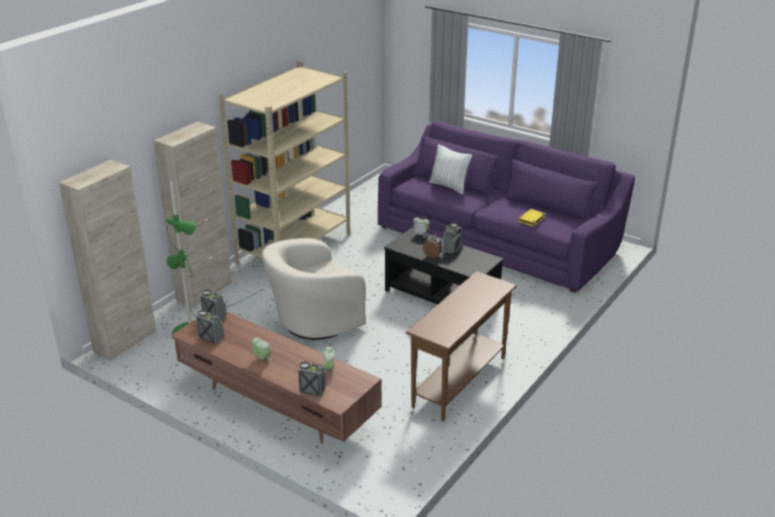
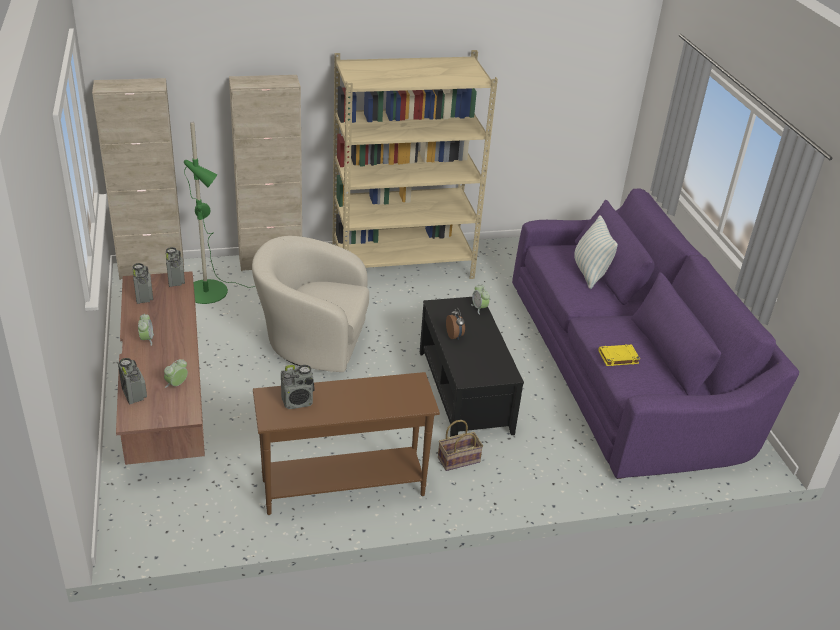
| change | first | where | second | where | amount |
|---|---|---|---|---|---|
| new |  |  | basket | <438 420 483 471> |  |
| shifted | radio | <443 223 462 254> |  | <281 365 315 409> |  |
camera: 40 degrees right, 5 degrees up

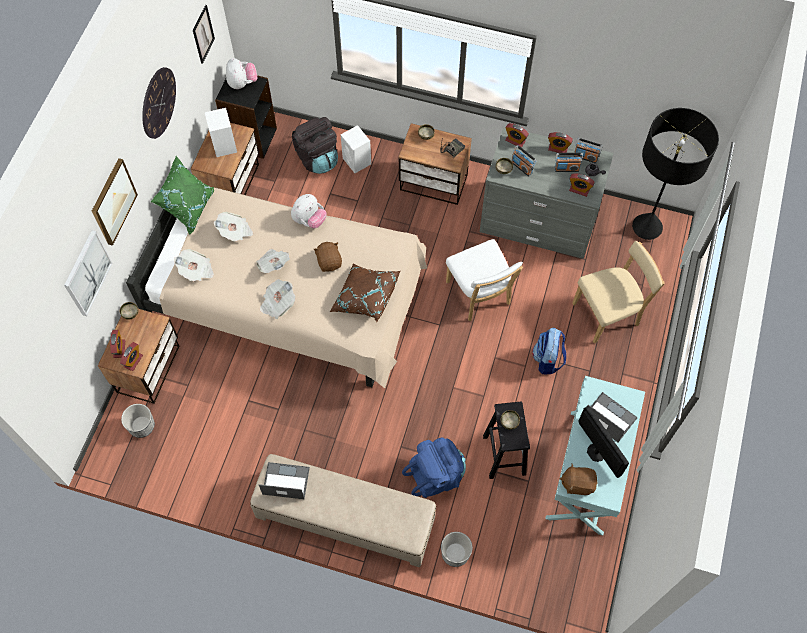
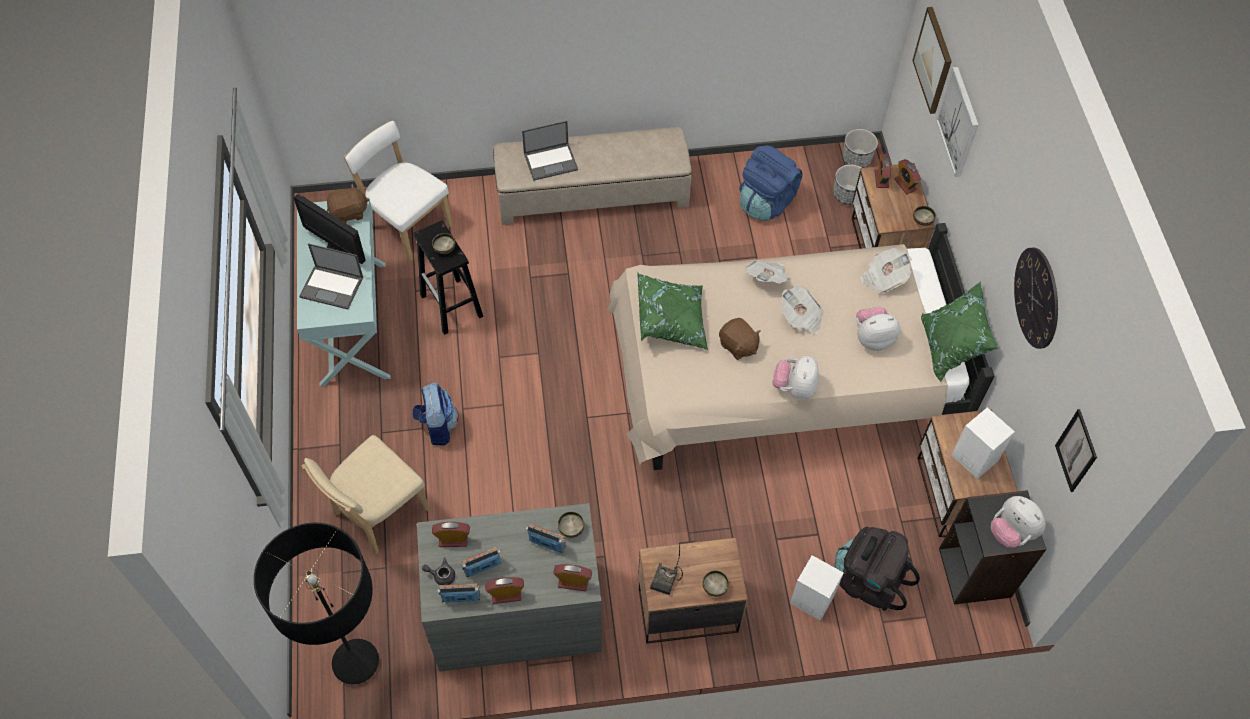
| change | first | where | second | where | amount |
|---|---|---|---|---|---|
| shifted | picture | <92 158 138 246> |  | <912 7 952 114> |  |
| shifted | laptop | <259 462 310 499> |  | <522 121 578 181> |  |
| shifted | blue backpack | <402 437 466 498> |  | <739 145 802 221> |  |
| shifted | planter | <441 532 473 567> |  | <843 129 878 168> |  |
| shifted | white chair | <446 239 523 321> |  | <344 121 453 261> |  |
| swapped | newspaper | <214 212 253 242> | plush toy | <856 306 900 351> |  |
| repainted | brown pillow | <330 263 401 322> | green pillow | <637 272 708 350> |  |
camera: 155 degrees right, 5 degrees down

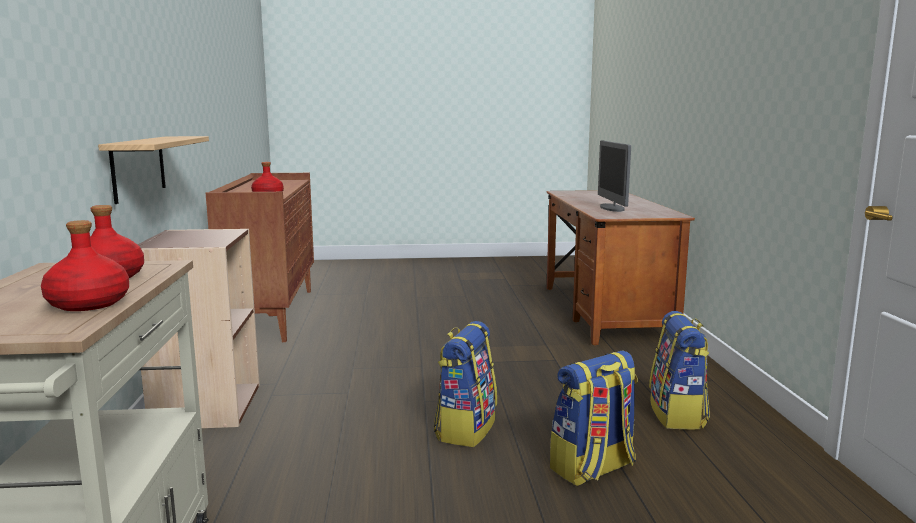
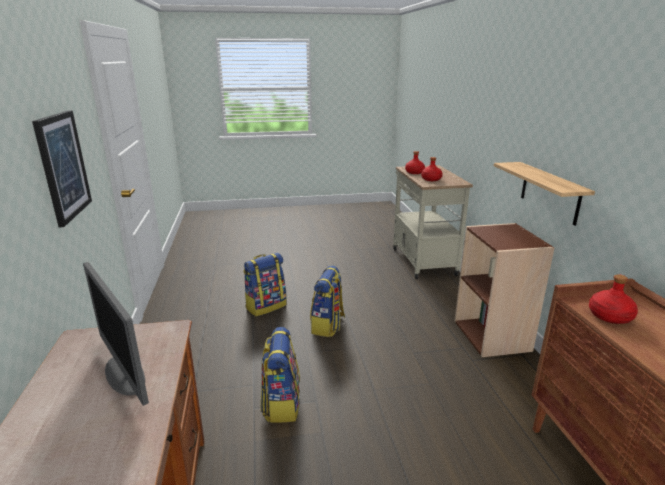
| change | first | where | second | where | amount |
|---|---|---|---|---|---|
| new |  |  | picture | <32 110 92 227> |  |
| shifted | backpack | <649 311 710 429> |  | <261 327 300 423> |  |
| rotated | monitor | <598 141 631 212> |  | <83 262 149 406> | 150 degrees clockwise |
camera: 175 degrees right, 10 degrees up

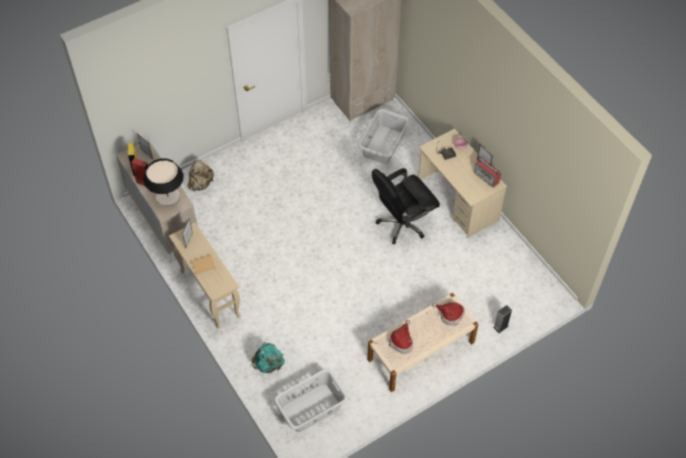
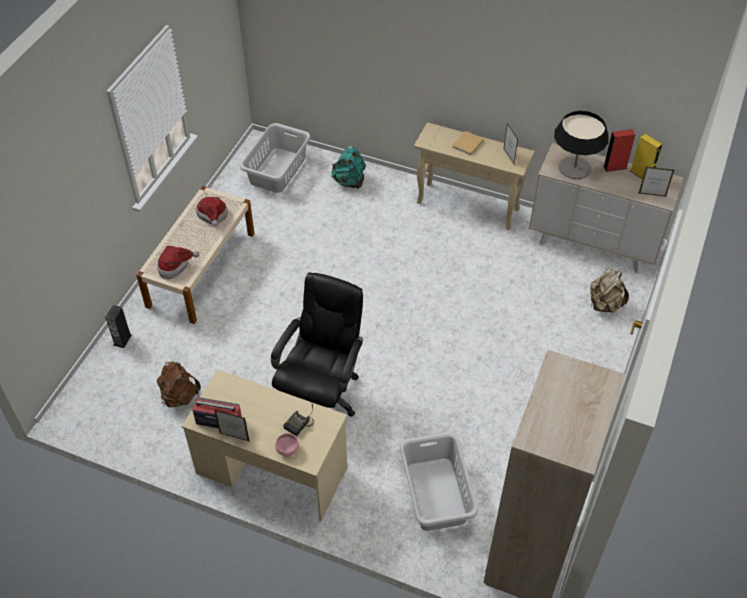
| change | first | where | second | where | amount |
|---|---|---|---|---|---|
| new |  |  | brown backpack | <157 361 201 408> |  |
camera: 145 degrees right, 5 degrees down

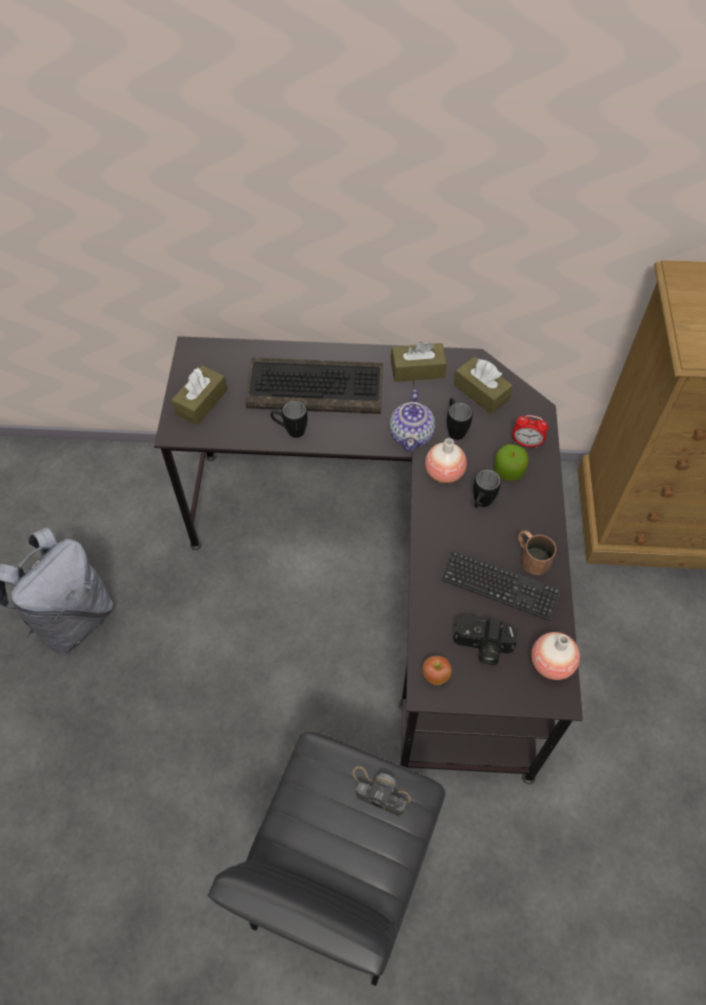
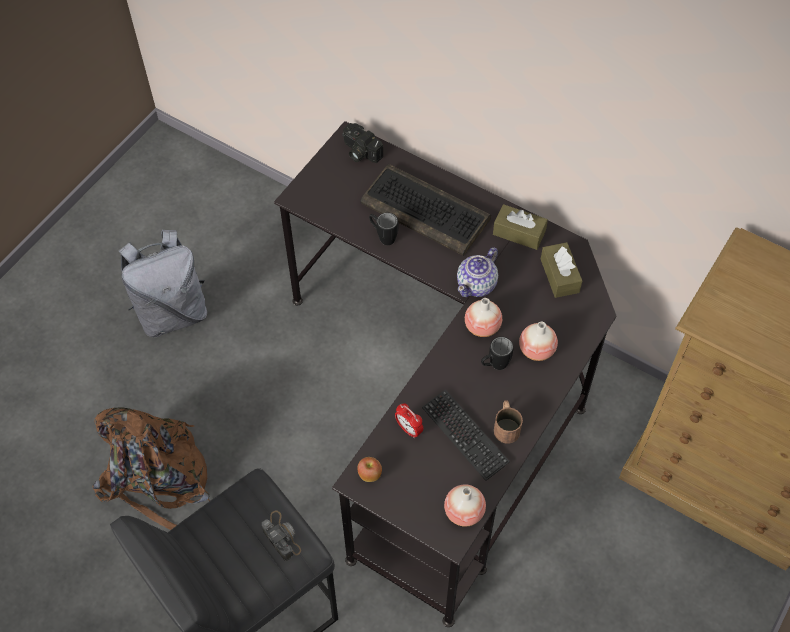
| change | first | where | second | where | amount |
|---|---|---|---|---|---|
| gone | brown tissue box | <171 365 227 425> |  |  |  |
| gone | black mug | <447 398 473 440> |  |  |  |
| new |  |  | brown backpack | <92 407 210 530> |  |
| shifted | photo camera | <453 615 518 665> |  | <342 123 383 163> |  |
| shifted | alarm clock | <512 415 548 448> |  | <395 403 423 438> |  |
| swapped | apple | <494 444 529 481> | vase | <519 321 558 361> |  |
camera: 30 degrees right, 0 degrees up

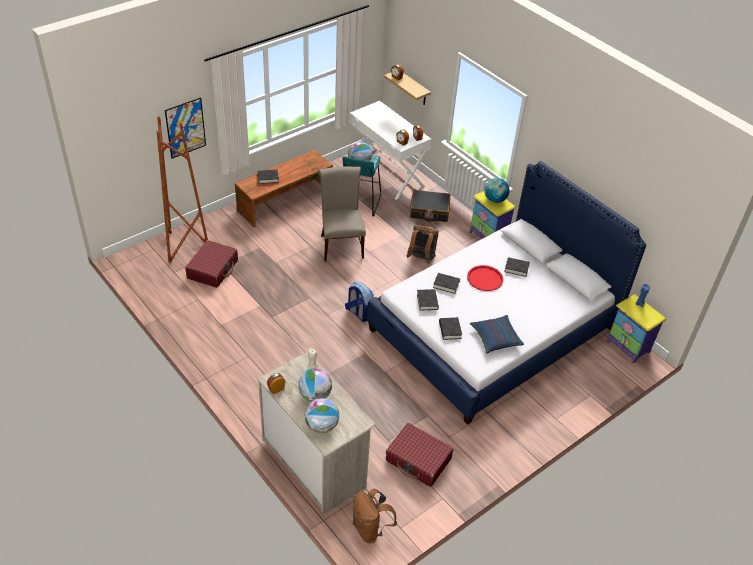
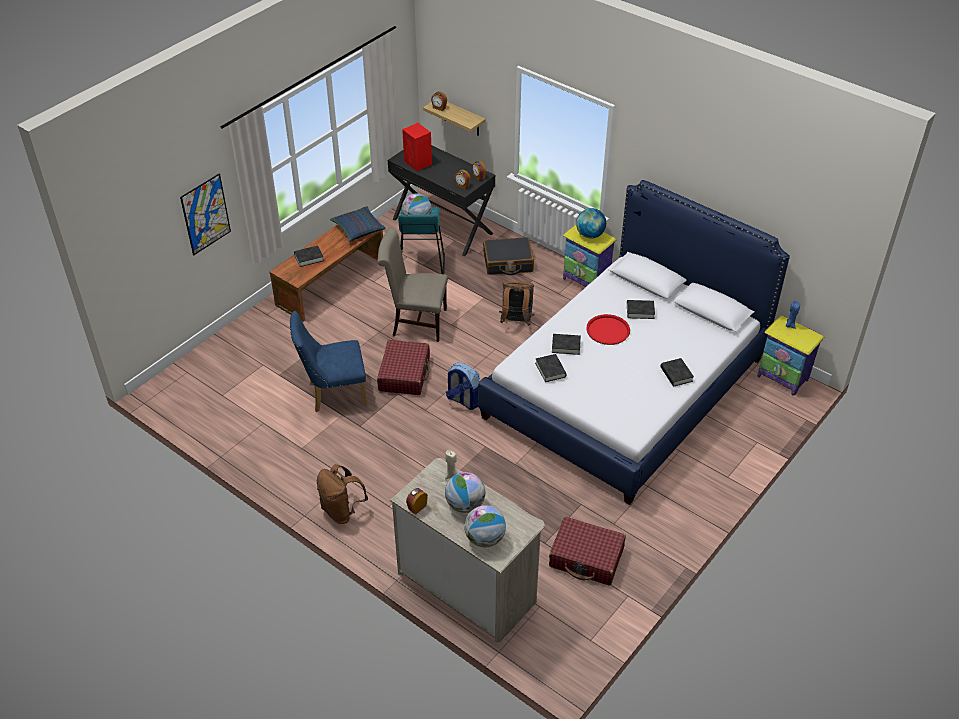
| change | first | where | second | where | amount |
|---|---|---|---|---|---|
| gone | brown clothes rack | <157 116 208 263> |  |  |  |
| new |  |  | blue chair | <290 311 367 412> |  |
| new |  |  | red speaker | <402 123 432 171> |  |
| shifted | red suitcase | <185 240 238 288> |  | <377 340 430 395> |  |
| shifted | brown backpack | <353 489 397 543> |  | <317 464 368 524> |  |
| shifted | black book | <439 317 462 340> |  | <660 358 694 386> |  |
| shifted | blue pillow | <470 315 524 353> |  | <330 206 386 242> |  |
| repainted | white desk | <349 101 431 200> | black desk | <388 145 495 256> |  |
| rotated | beige chair | <318 166 366 262> |  | <377 228 448 342> | 60 degrees counterclockwise |
camera: 10 degrees left, 0 degrees up

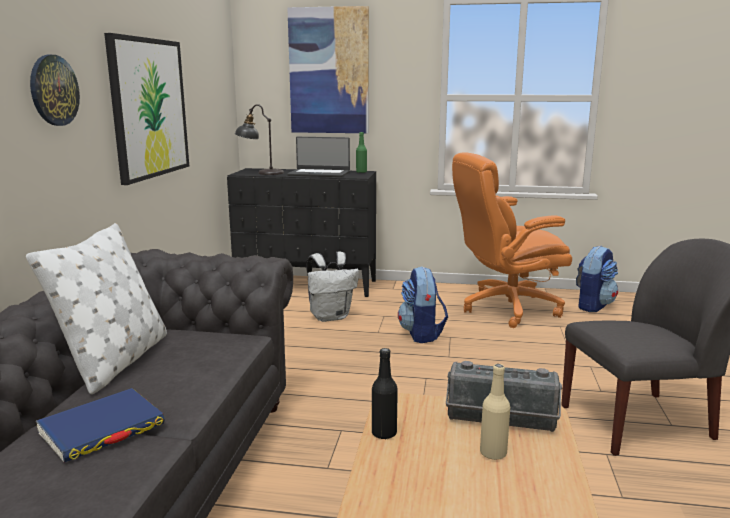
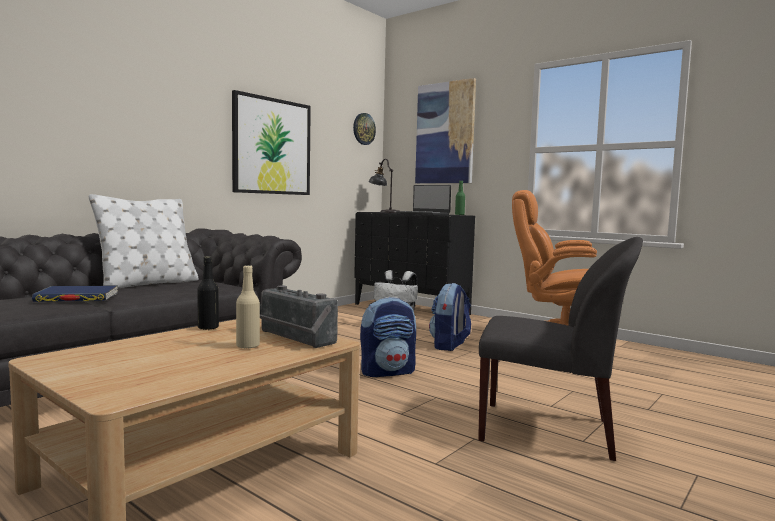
| change | first | where | second | where | amount |
|---|---|---|---|---|---|
| shifted | wall clock | <30 55 80 126> |  | <353 113 376 145> |  |
| shifted | backpack | <576 246 618 312> |  | <360 297 416 377> |  |
camera: 30 degrees right, 10 degrees down

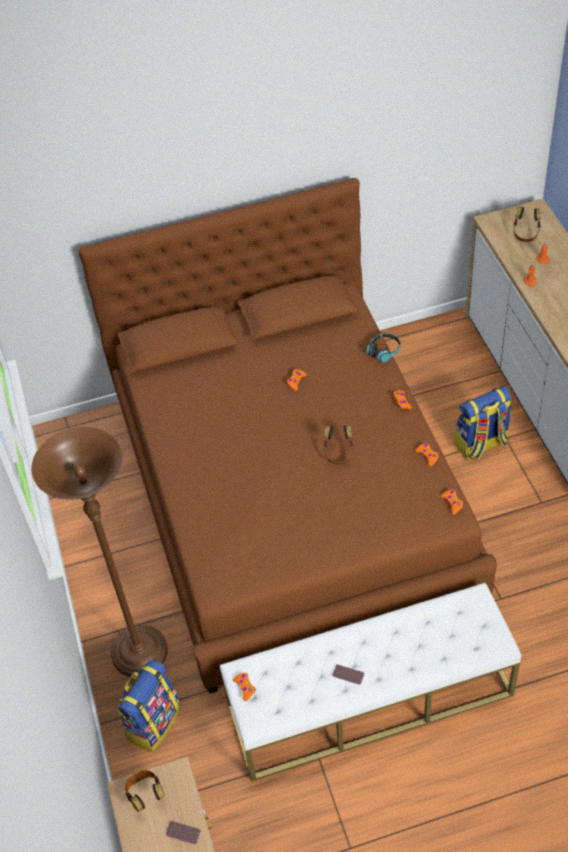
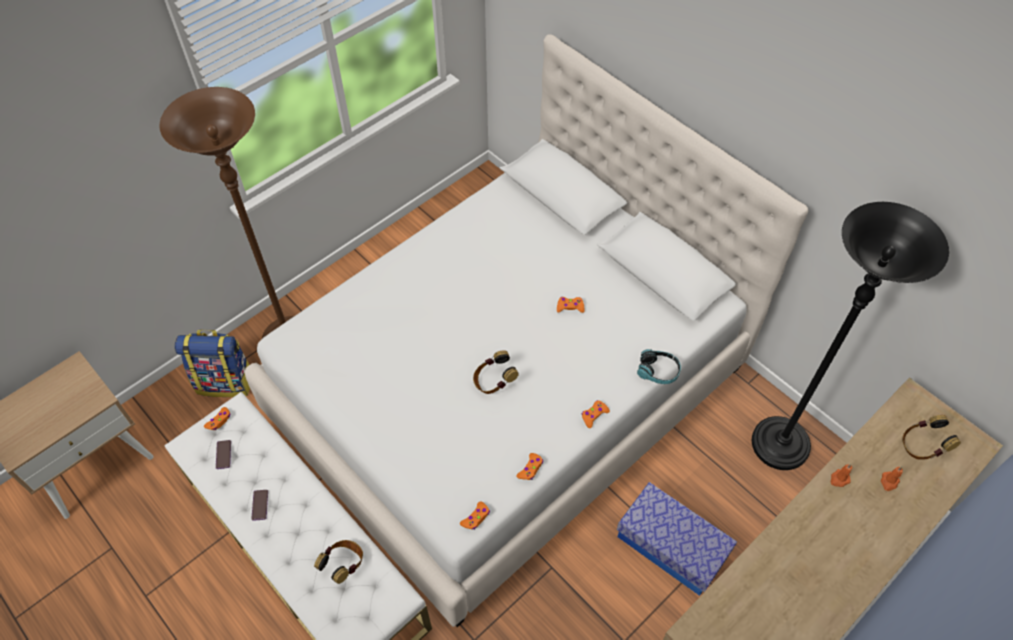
| change | first | where | second | where | amount |
|---|---|---|---|---|---|
| new |  |  | black floor lamp | <752 202 949 470> |  |
| shifted | headphones | <125 770 165 812> |  | <314 540 363 584> |  |
| shifted | phone | <166 821 201 844> |  | <216 440 231 469> |  |
| swapped | backpack | <454 386 512 460> | storage box | <617 482 737 596> |  |
| repainted | brown bed | <79 178 497 693> | white bed | <244 34 808 627> |  |
camera: 60 degrees right, 5 degrees up

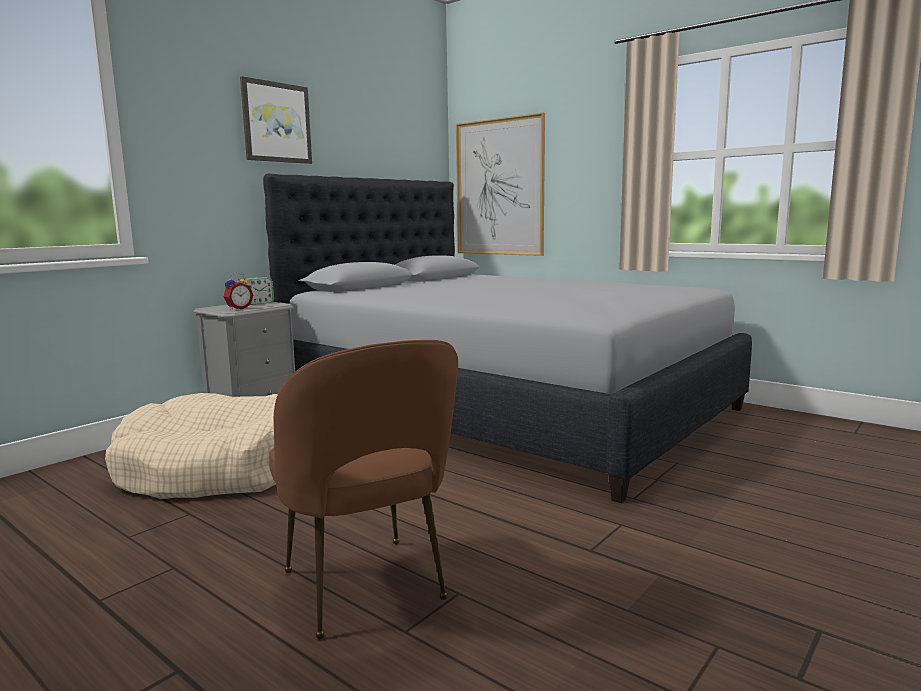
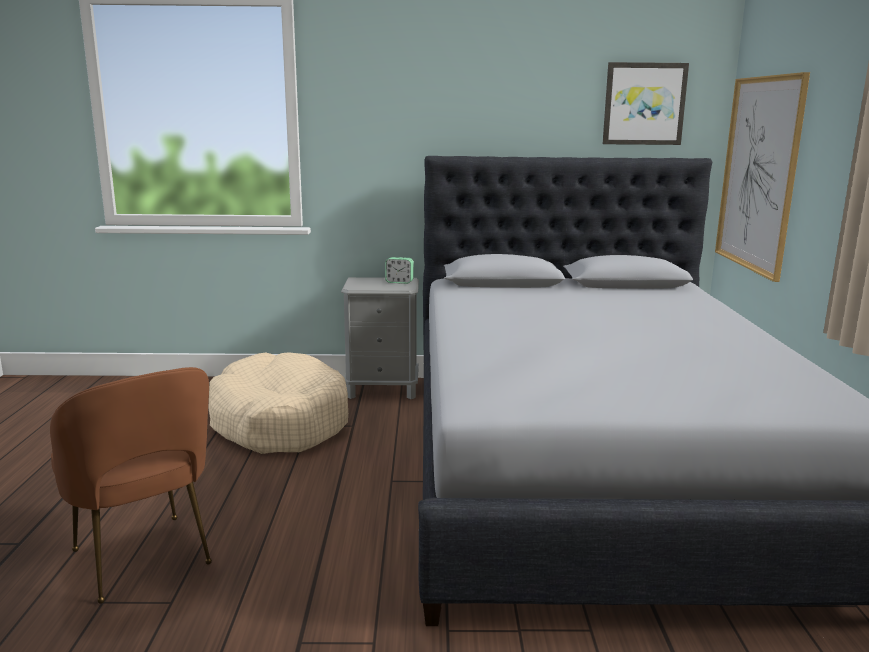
| change | first | where | second | where | amount |
|---|---|---|---|---|---|
| gone | alarm clock | <223 273 253 310> |  |  |  |
| shifted | picture | <240 76 312 164> |  | <603 62 689 145> |  |
| rotated | brown chair | <269 340 458 639> |  | <50 367 212 604> | 60 degrees counterclockwise |
camera: 50 degrees right, 5 degrees up

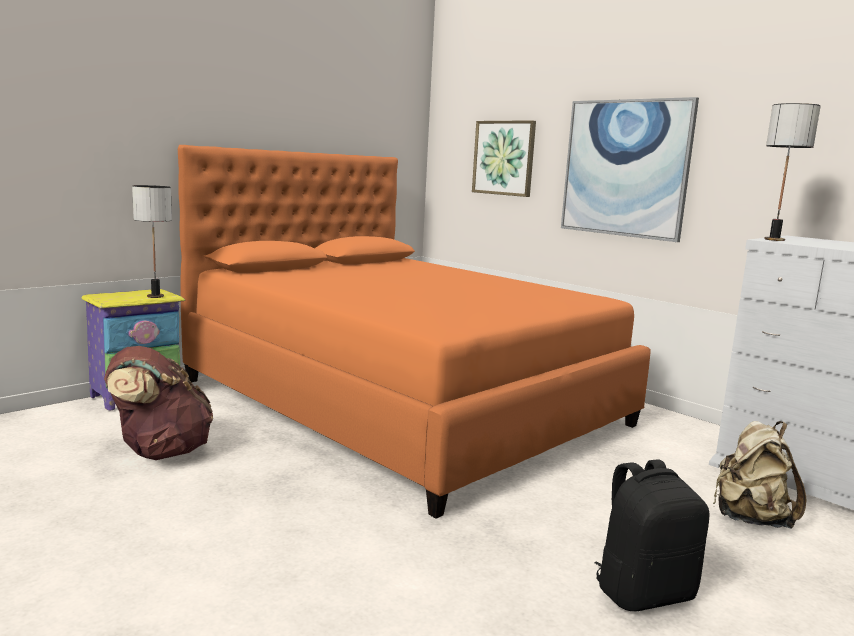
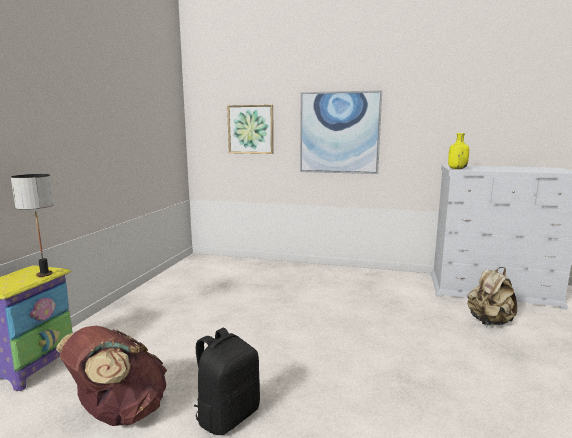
| change | first | where | second | where | amount |
|---|---|---|---|---|---|
| gone | orange bed | <178 145 651 519> |  |  |  |
| shifted | black backpack | <594 459 709 611> |  | <194 328 260 435> |  |
| swapped | table lamp | <764 103 821 241> | yellow bottle | <448 133 469 169> |  |
camera: 30 degrees left, 0 degrees up

